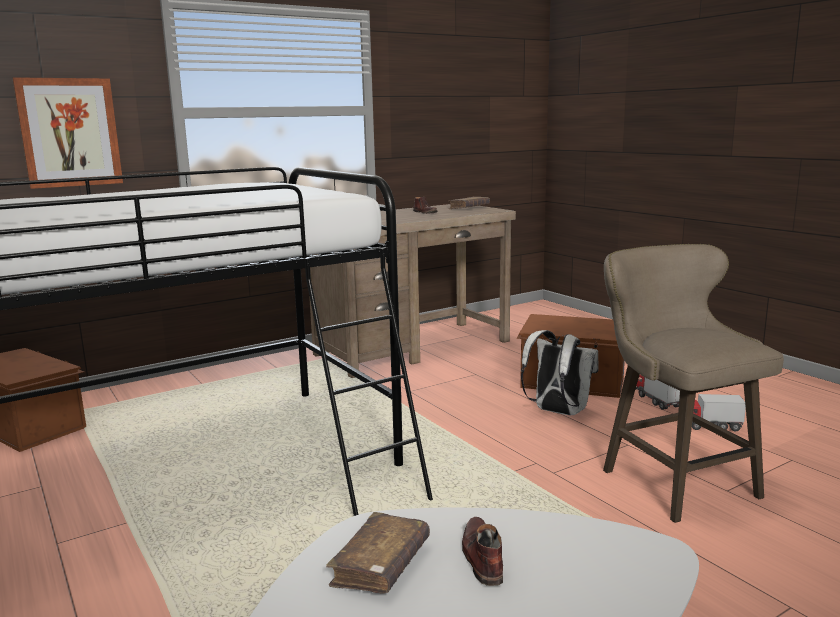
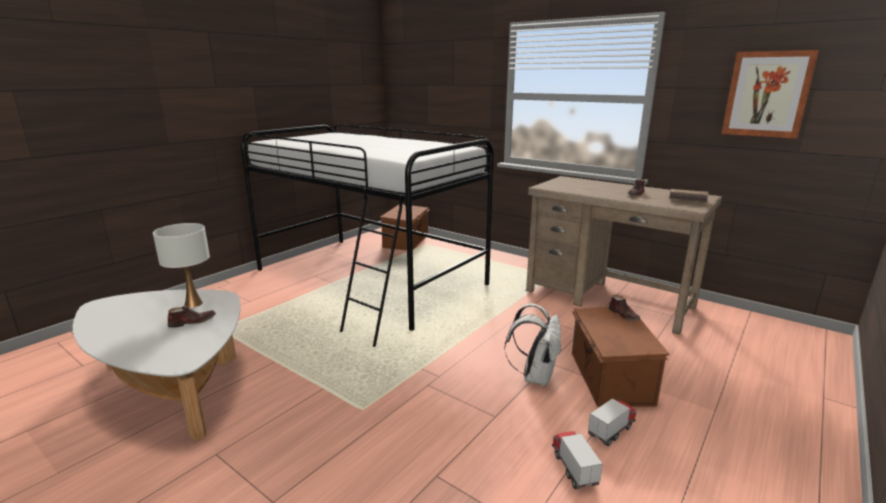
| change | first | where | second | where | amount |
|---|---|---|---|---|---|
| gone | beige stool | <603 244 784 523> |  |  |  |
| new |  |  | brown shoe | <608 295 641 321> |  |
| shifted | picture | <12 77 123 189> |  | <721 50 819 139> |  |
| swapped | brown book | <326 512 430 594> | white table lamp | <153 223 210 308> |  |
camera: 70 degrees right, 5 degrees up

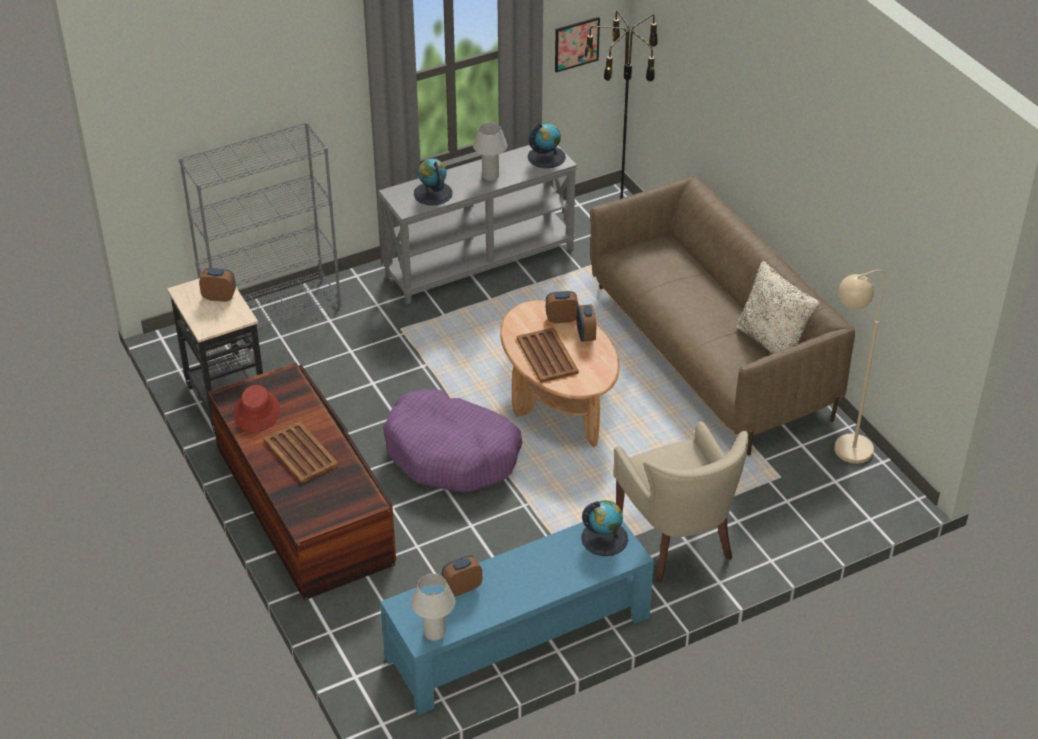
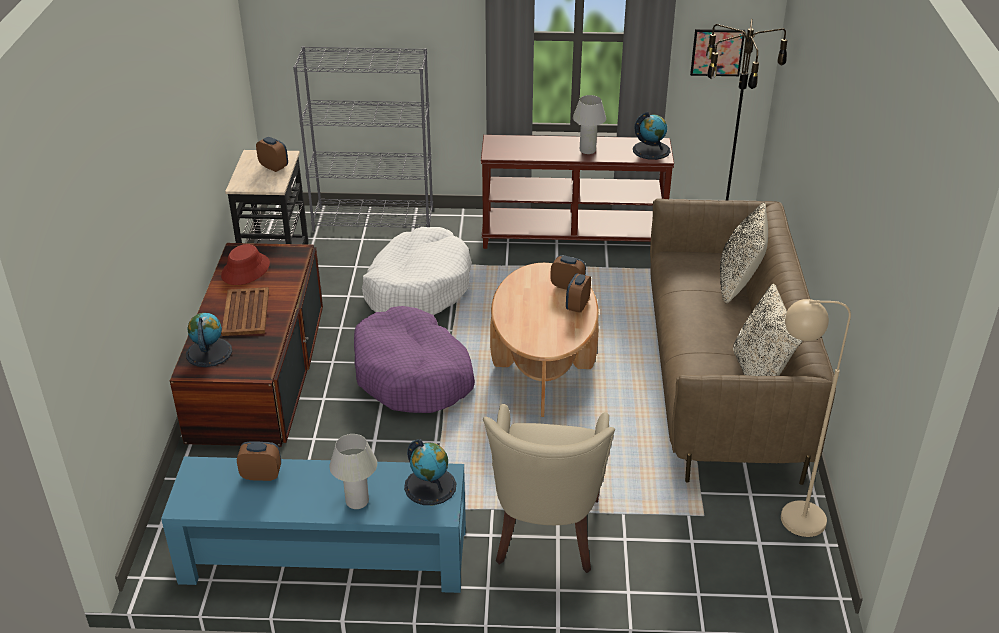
| change | first | where | second | where | amount |
|---|---|---|---|---|---|
| gone | brown tray | <517 327 579 383> |  |  |  |
| new |  |  | white dog bed | <362 227 472 315> |  |
| new |  |  | beige pillow | <720 202 768 304> |  |
| shifted | white table lamp | <411 574 455 641> |  | <329 434 377 509> |  |
| shifted | globe | <414 158 453 205> |  | <186 313 232 367> |  |
| repainted | grey console table | <379 145 577 304> | brown console table | <481 135 674 249> |  |
camera: 30 degrees right, 5 degrees down

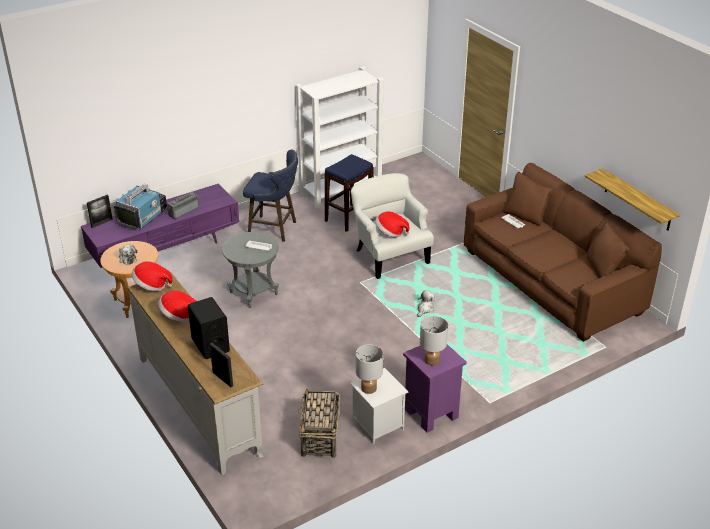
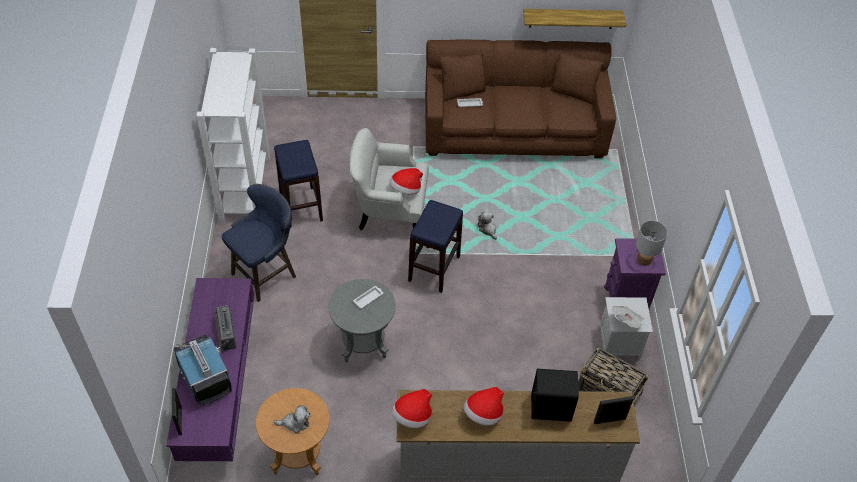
| change | first | where | second | where | amount |
|---|---|---|---|---|---|
| new |  |  | stool | <408 200 463 293> |  |
| swapped | grey table lamp | <356 344 383 394> | newspaper | <612 306 644 328> |  |
camera: 60 degrees left, 15 degrees up

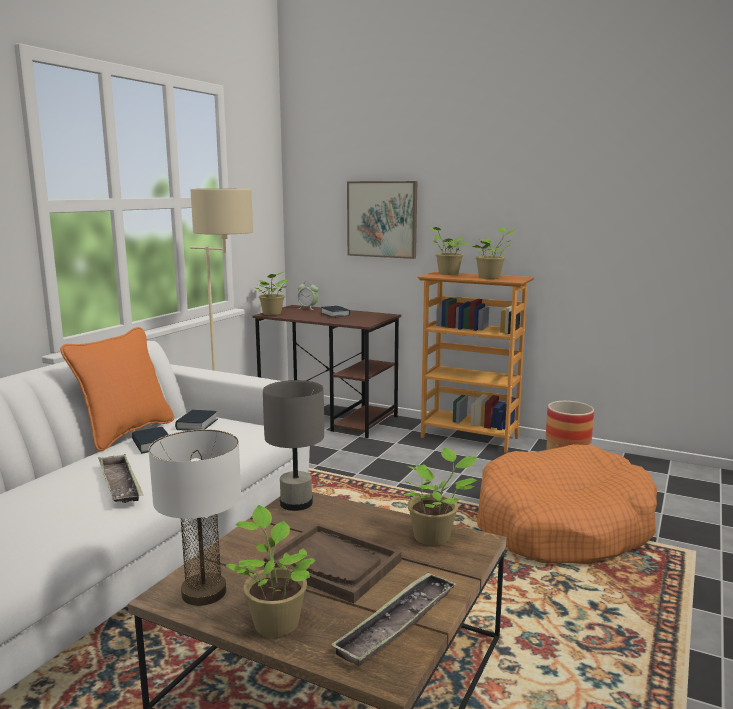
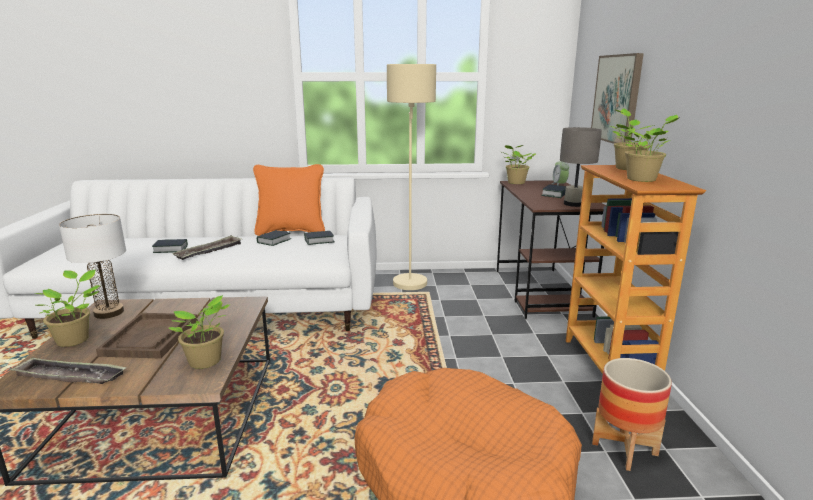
| change | first | where | second | where | amount |
|---|---|---|---|---|---|
| new |  |  | book | <152 239 188 253> |  |
| shifted | grey table lamp | <263 380 324 511> |  | <560 127 602 207> |  |
camera: 60 degrees right, 5 degrees up

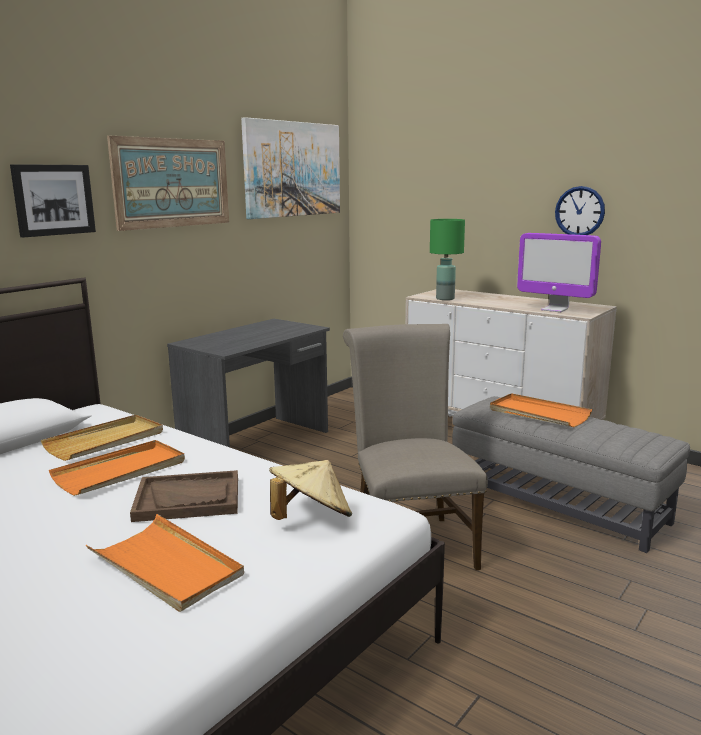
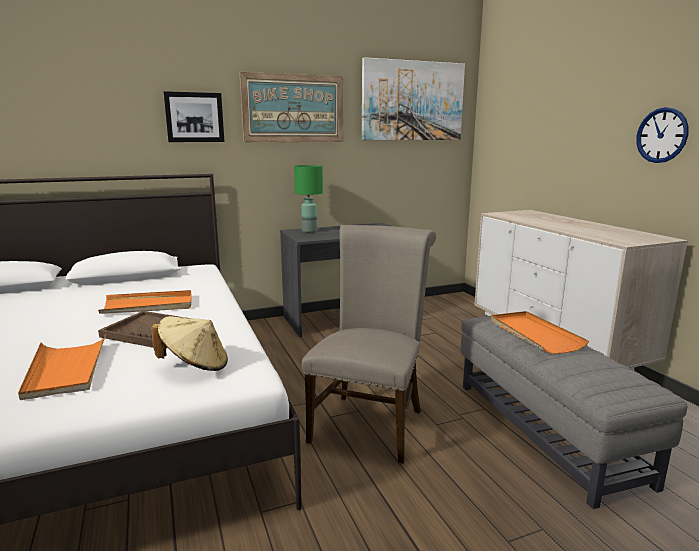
| change | first | where | second | where | amount |
|---|---|---|---|---|---|
| gone | beige tray | <41 415 163 461> |  |  |  |
| gone | monitor | <517 233 601 312> |  |  |  |
| shifted | green table lamp | <430 219 465 300> |  | <294 165 323 233> |  |
camera: 30 degrees right, 0 degrees up

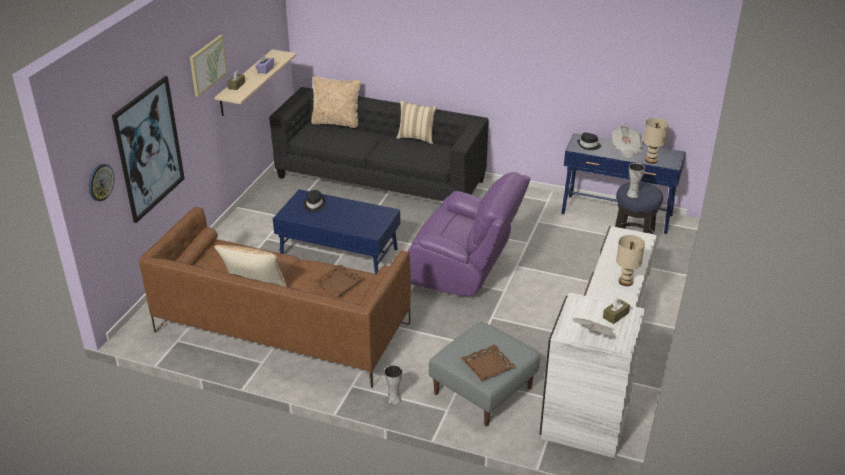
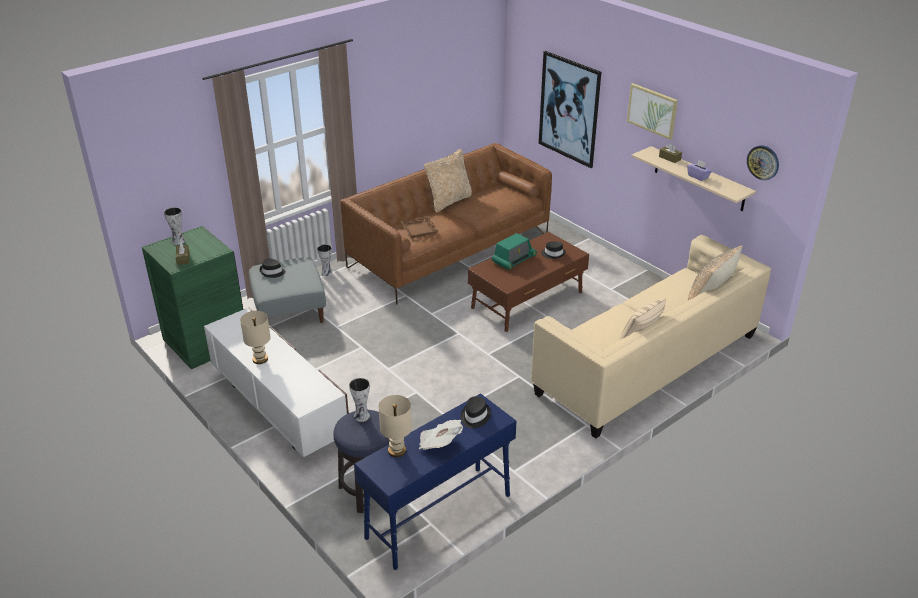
| change | first | where | second | where | amount |
|---|---|---|---|---|---|
| gone | purple armchair | <408 172 530 296> |  |  |  |
| new |  |  | radio | <492 233 537 270> |  |
| shifted | wall clock | <89 164 115 201> |  | <747 145 779 180> |  |
| swapped | brown tray | <461 344 516 381> | black hat | <259 258 286 278> |  |
| swapped | newspaper | <573 318 616 337> | vase | <164 207 186 245> |  |
| repainted | black sofa | <269 87 488 201> | beige sofa | <531 235 771 438> |  |
| repainted | blue coffee table | <273 189 400 274> | brown coffee table | <468 232 589 332> |  |
| repainted | white cabinet | <540 293 646 458> | green cabinet | <142 226 243 369> |  |
camera: 120 degrees right, 0 degrees up

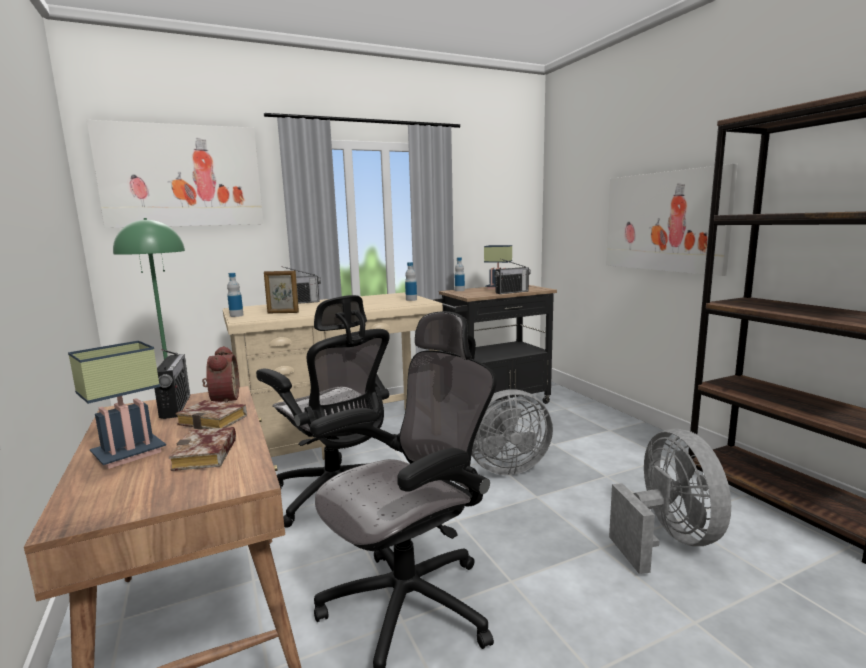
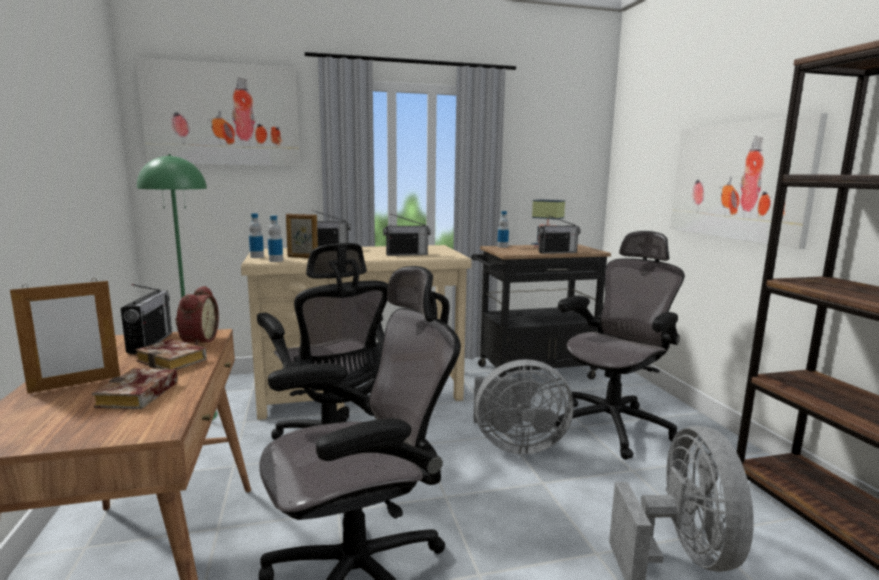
| change | first | where | second | where | amount |
|---|---|---|---|---|---|
| new |  |  | radio | <383 215 431 256> |  |
| new |  |  | office chair | <555 231 684 460> |  |
| shifted | bottle | <405 262 417 301> |  | <268 215 283 262> |  |
| swapped | table lamp | <68 341 166 469> | picture frame | <10 278 120 393> |  |
camera: 10 degrees right, 0 degrees up

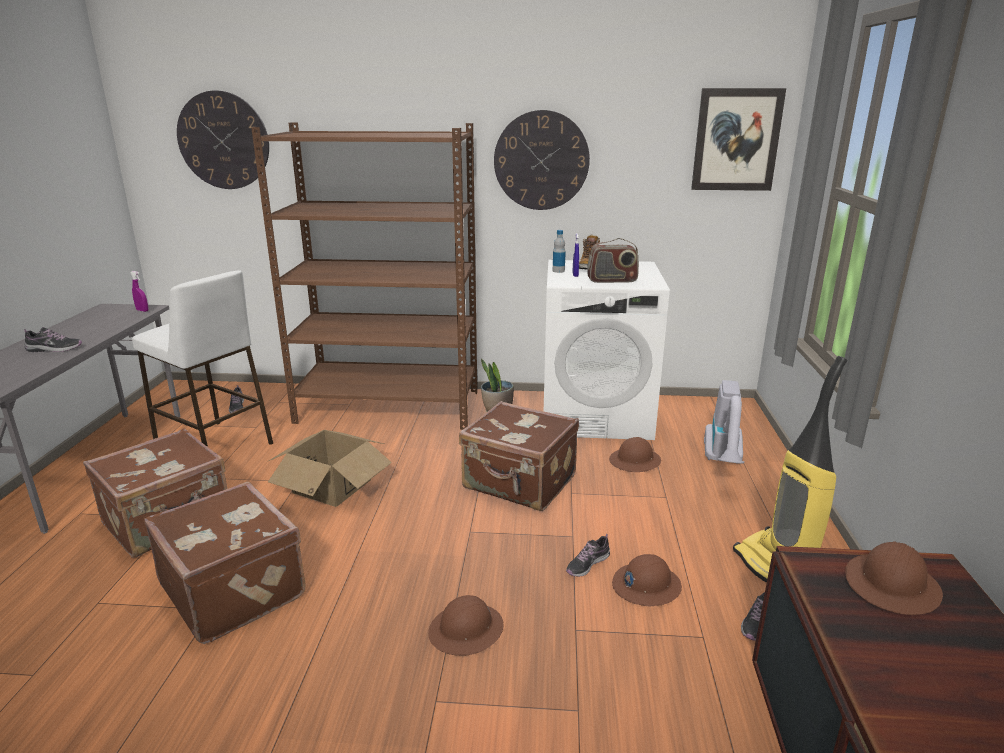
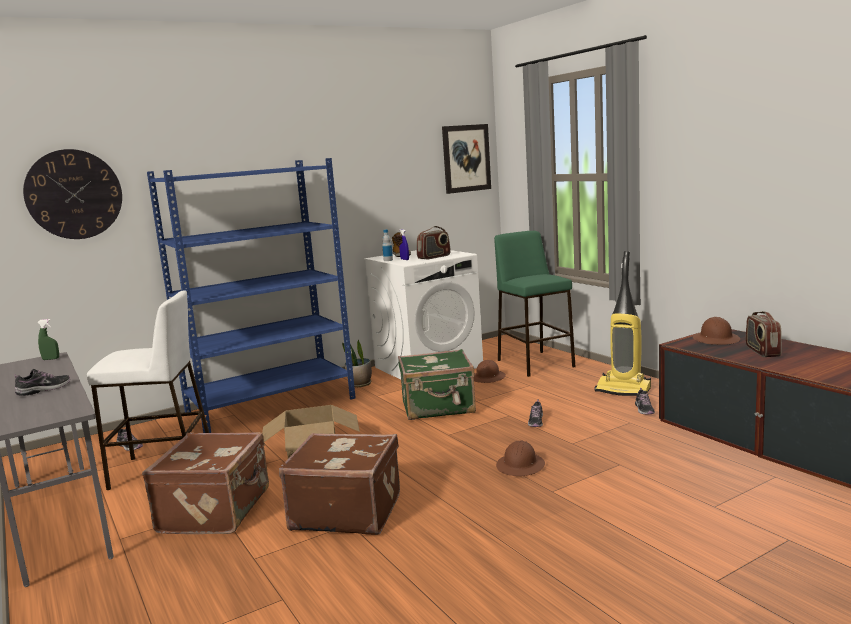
| change | first | where | second | where | amount |
|---|---|---|---|---|---|
| gone | wall clock | <494 110 590 210> |  |  |  |
| gone | brown hard hat | <612 554 682 607> |  |  |  |
| new |  |  | radio | <745 311 782 357> |  |
| swapped | vacuum cleaner | <704 380 745 464> | green stool | <494 231 576 377> |  |
| repainted | purple spray bottle | <130 271 148 312> | green spray bottle | <37 319 59 360> |  |
| repainted | brown bookcase | <251 122 477 430> | blue bookcase | <147 158 356 433> |  |
| repainted | brown suitcase | <459 401 579 511> | green suitcase | <398 349 476 420> |  |
camera: 35 degrees left, 10 degrees down

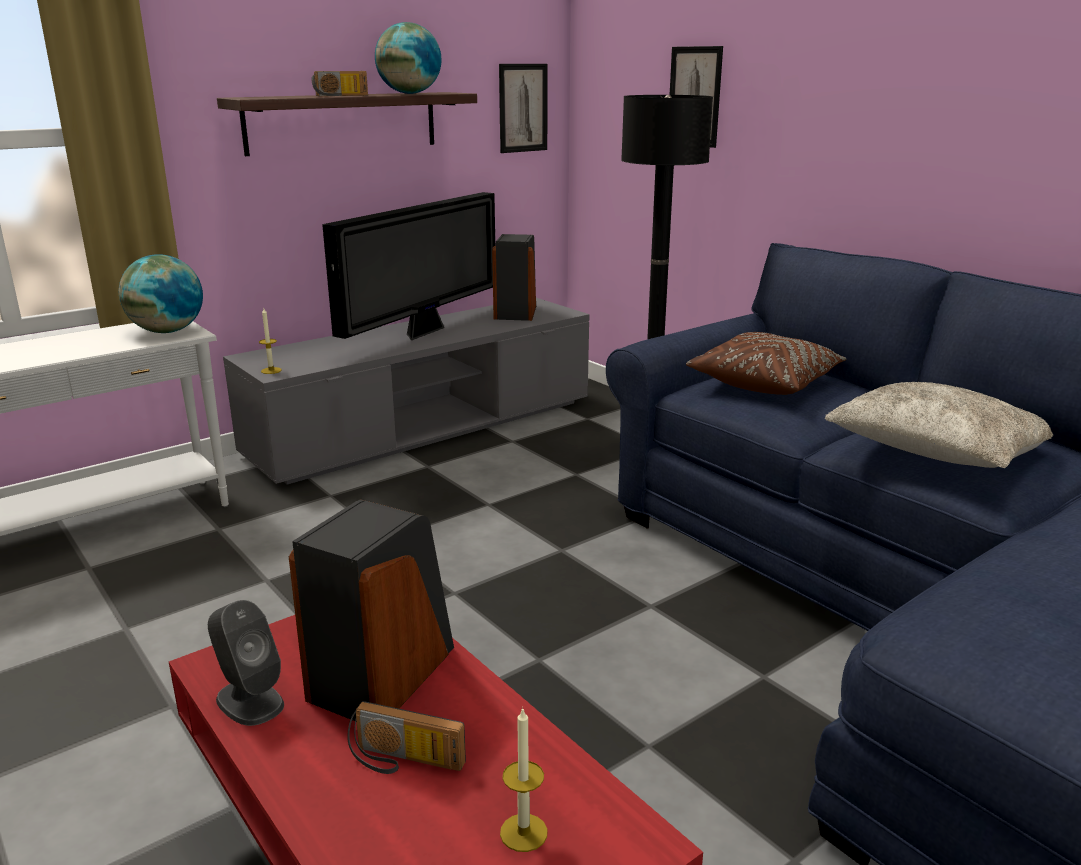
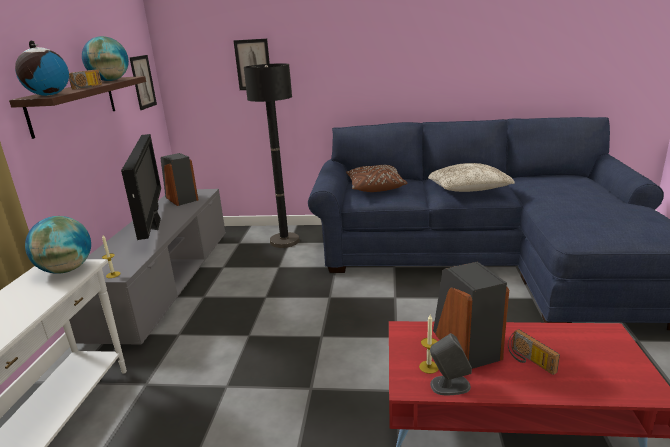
| change | first | where | second | where | amount |
|---|---|---|---|---|---|
| new |  |  | globe | <15 40 69 96> |  |
| shifted | candle | <500 707 548 852> |  | <419 315 438 374> |  |
| rotated | radio | <347 701 466 774> |  | <508 329 560 375> | 90 degrees clockwise |
camera: 45 degrees left, 0 degrees up

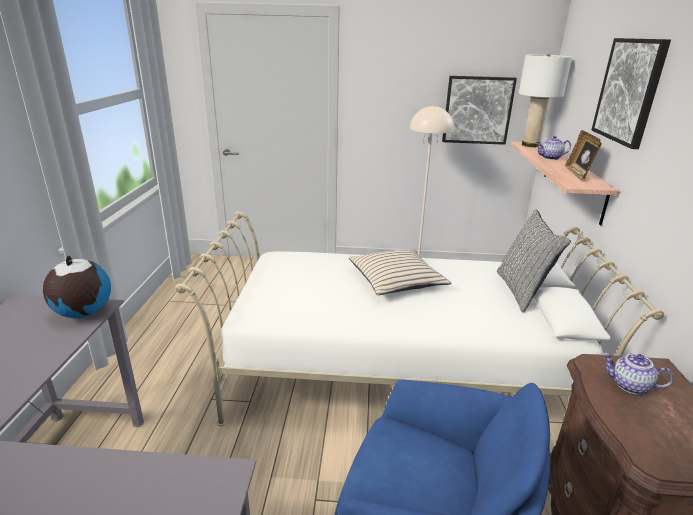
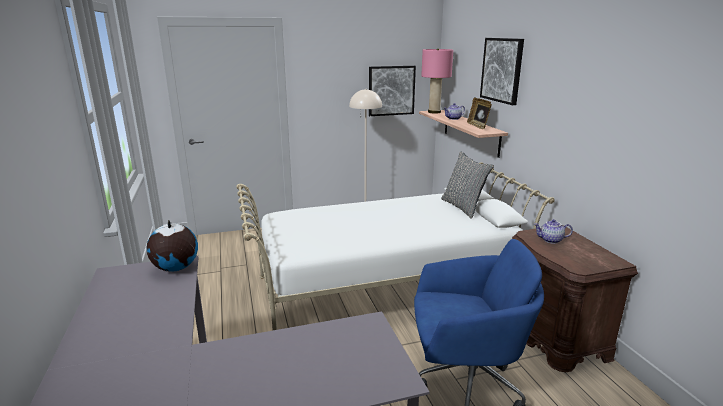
| change | first | where | second | where | amount |
|---|---|---|---|---|---|
| gone | beige pillow | <349 249 451 295> |  |  |  |
| repainted | white table lamp | <519 54 572 147> | pink table lamp | <421 49 453 113> |  |
camera: 20 degrees left, 5 degrees down

